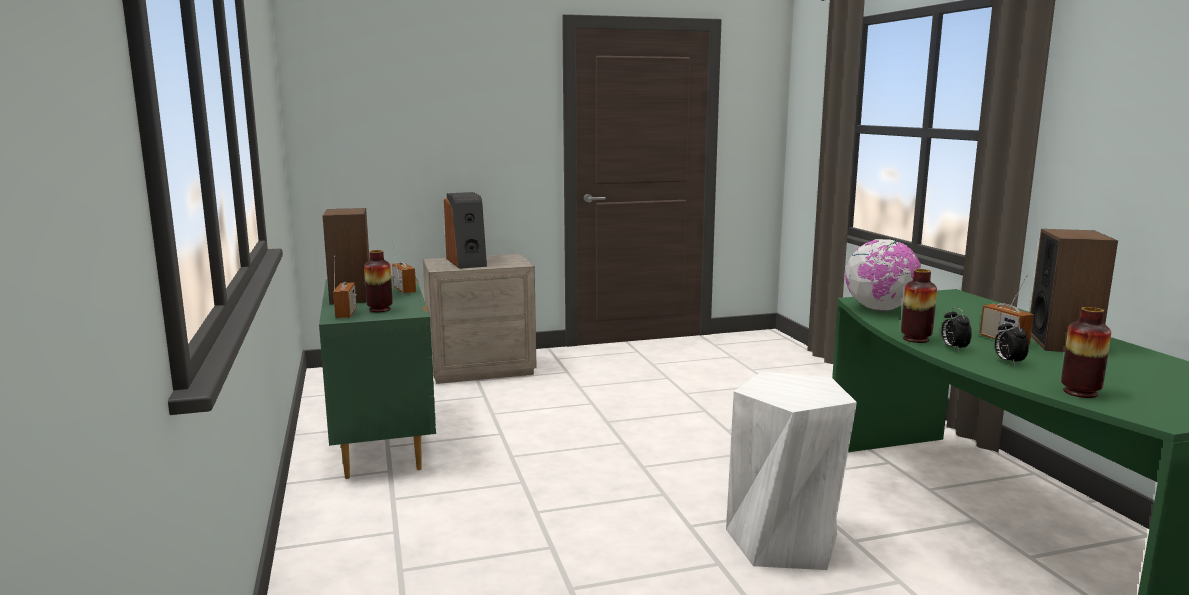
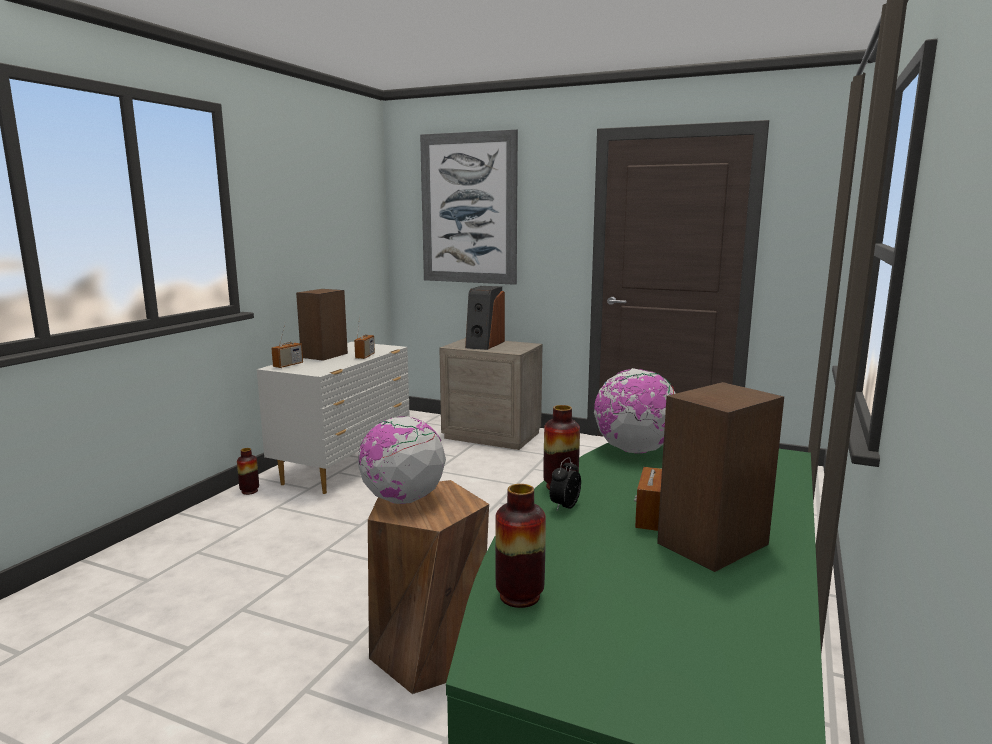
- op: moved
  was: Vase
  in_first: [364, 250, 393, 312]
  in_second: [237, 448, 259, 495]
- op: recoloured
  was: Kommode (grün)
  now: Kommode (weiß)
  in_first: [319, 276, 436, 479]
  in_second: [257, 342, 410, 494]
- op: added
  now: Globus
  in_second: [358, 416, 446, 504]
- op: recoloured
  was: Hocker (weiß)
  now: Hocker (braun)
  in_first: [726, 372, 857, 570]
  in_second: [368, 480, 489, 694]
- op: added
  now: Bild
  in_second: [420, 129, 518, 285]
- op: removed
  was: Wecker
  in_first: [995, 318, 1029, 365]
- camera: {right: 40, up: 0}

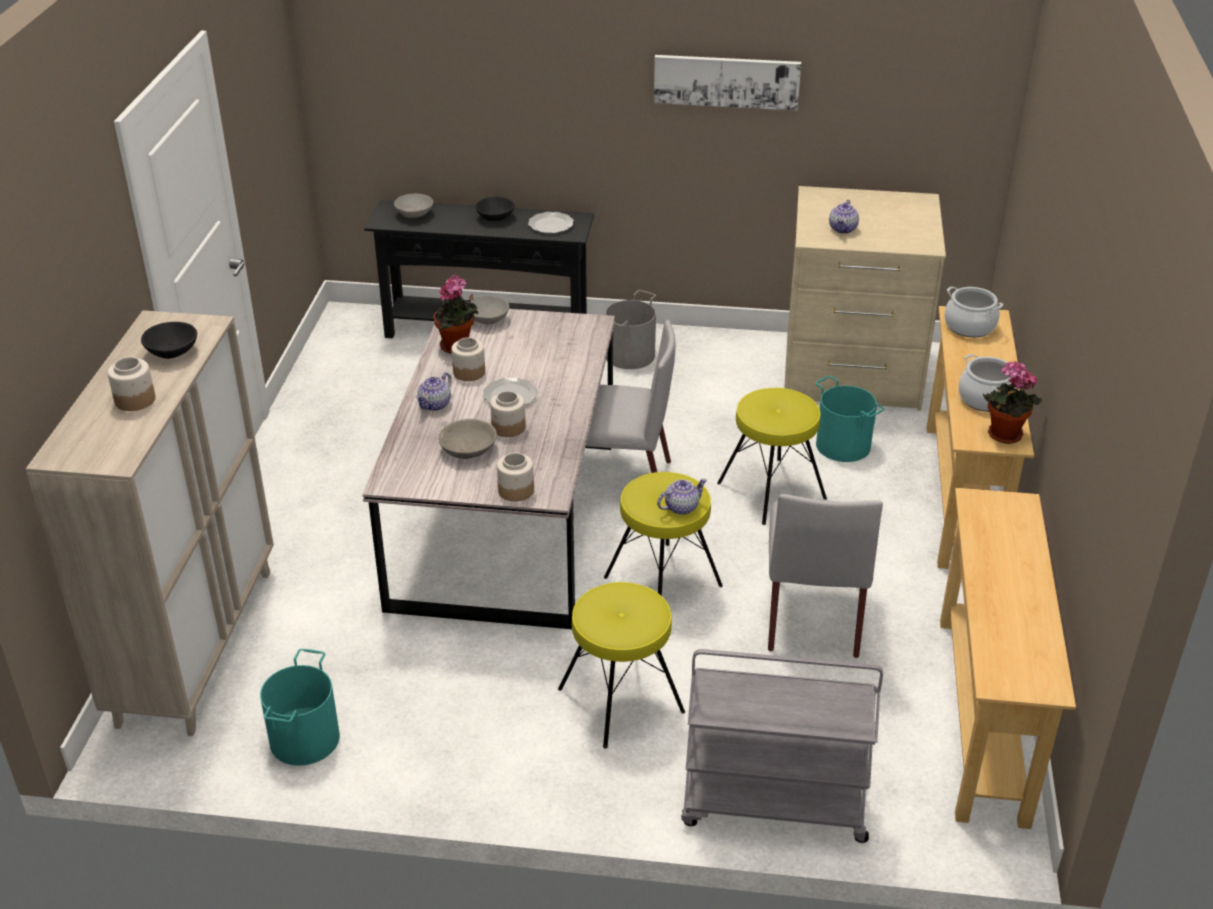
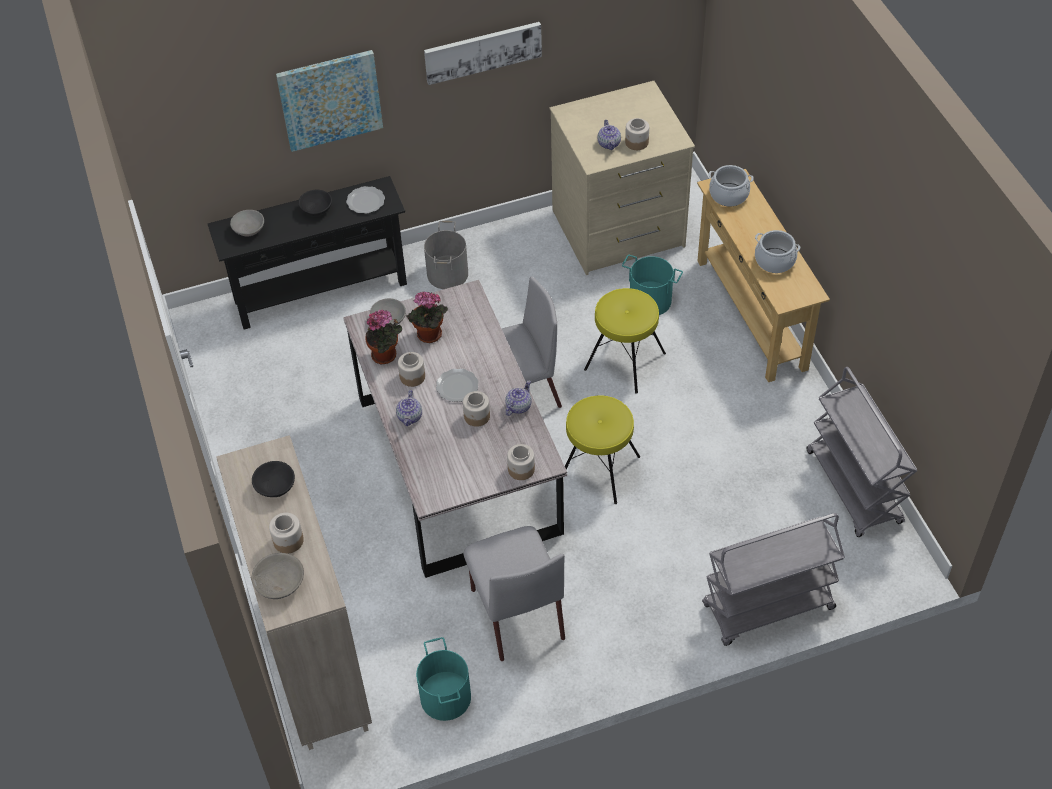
- op: moved
  was: Schüssel (grau)
  in_first: [439, 419, 497, 459]
  in_second: [251, 553, 304, 599]
- op: added
  now: Bild
  in_second: [276, 50, 383, 152]
- op: moved
  was: Topfpflanze
  in_first: [983, 361, 1042, 444]
  in_second: [406, 291, 448, 343]
- op: moved
  was: Stuhl (grau)
  in_first: [768, 494, 883, 658]
  in_second: [463, 526, 565, 661]
- op: moved
  was: Teekanne
  in_first: [657, 478, 707, 515]
  in_second: [505, 381, 532, 416]
- op: added
  now: Vorratsglas
  in_second: [625, 118, 649, 150]
- op: replaced
  was: Konsolentisch (beige)
  now: Rollwagen (grau)
  in_first: [940, 488, 1076, 829]
  in_second: [806, 367, 917, 537]
- op: removed
  was: Hocker (gelb)
  in_first: [558, 582, 685, 748]
- camera: {right: -25, up: 15}

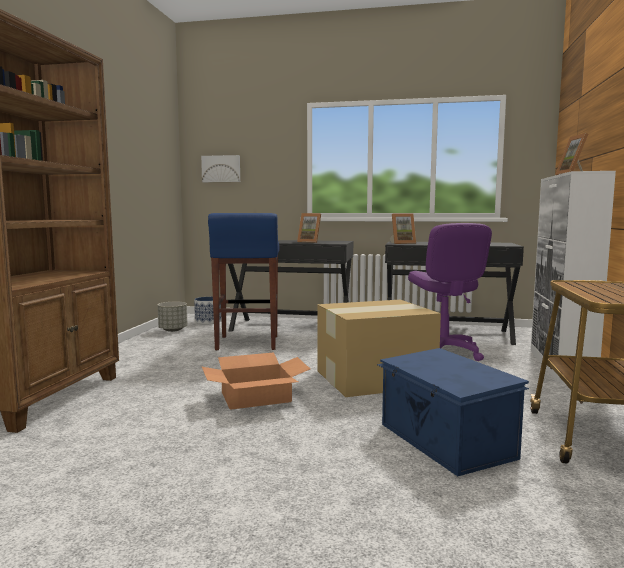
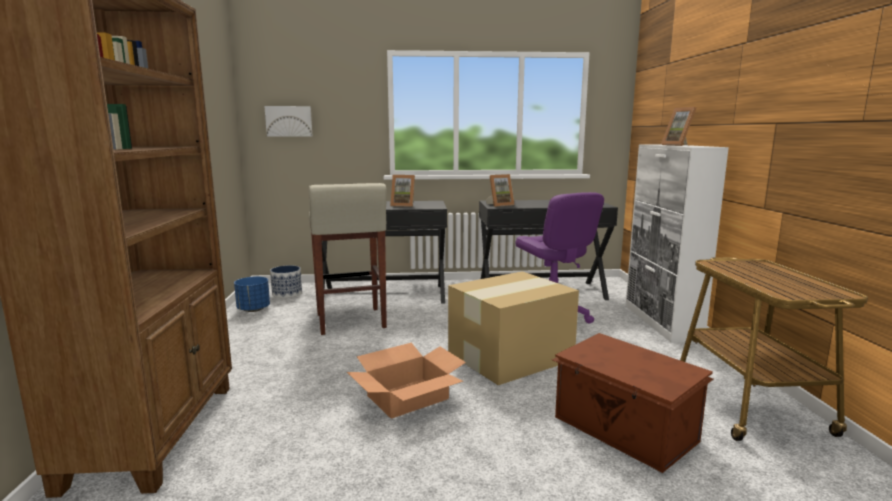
- op: recoloured
  was: Pflanzkübel (grau)
  now: Pflanzkübel (blau)
  in_first: [158, 302, 188, 332]
  in_second: [234, 277, 270, 312]
- op: recoloured
  was: Hocker (blau)
  now: Hocker (beige)
  in_first: [208, 213, 280, 350]
  in_second: [309, 183, 387, 335]
- op: recoloured
  was: Aufbewahrungsbox (blau)
  now: Aufbewahrungsbox (braun)
  in_first: [377, 348, 529, 476]
  in_second: [552, 333, 713, 473]
- camera: {right: -15, up: 5}

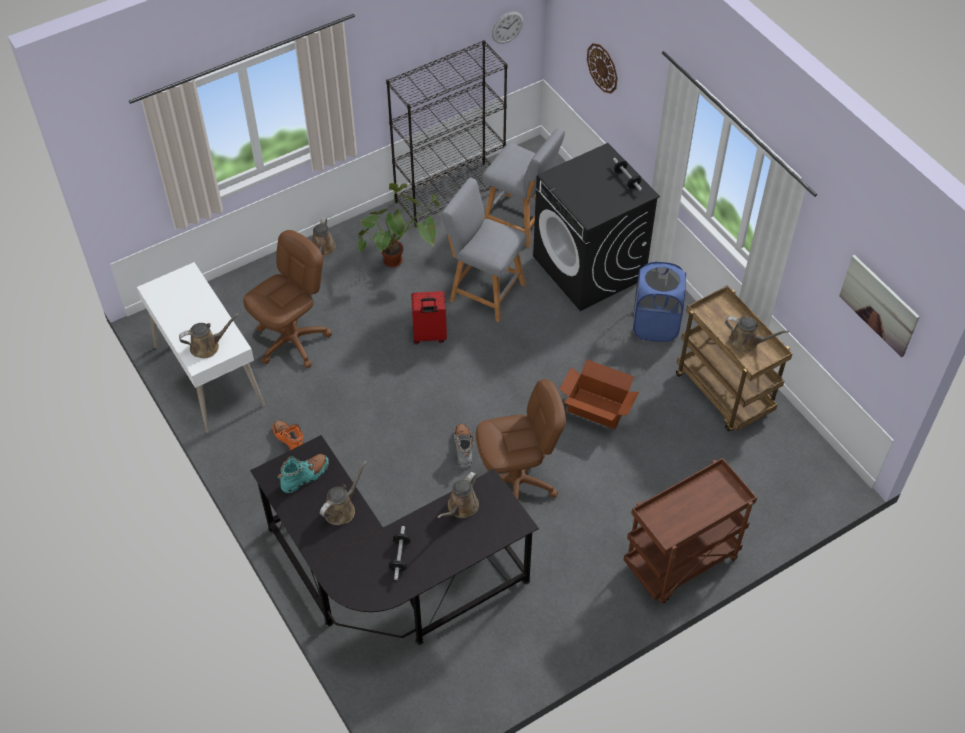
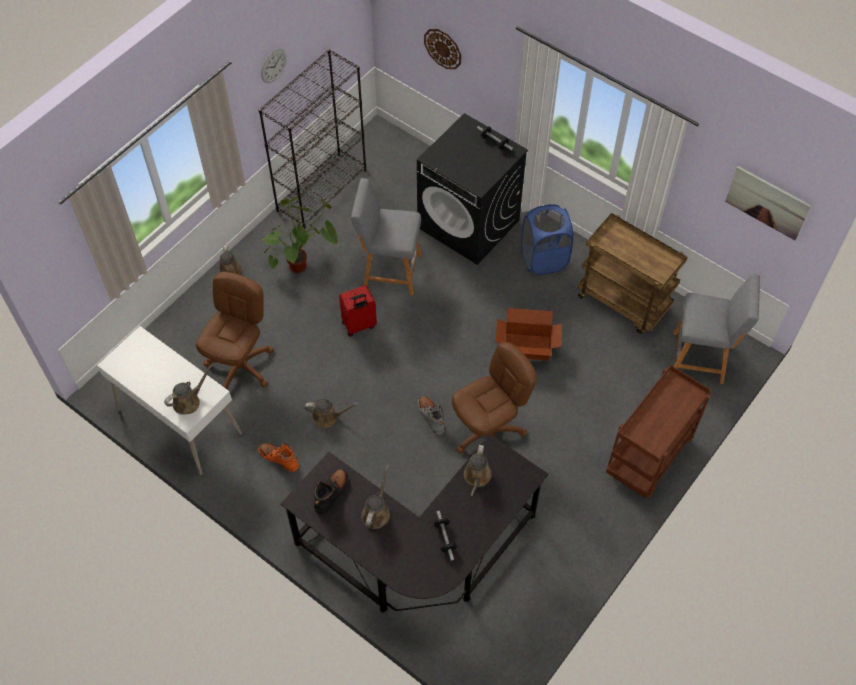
- op: moved
  was: Wanduhr
  in_first: [492, 11, 523, 44]
  in_second: [261, 49, 286, 83]
- op: moved
  was: Gießkanne (braun)
  in_first: [725, 316, 789, 353]
  in_second: [304, 399, 358, 428]
- op: recoloured
  was: Stiefel (türkis)
  now: Stiefel (schwarz)
  in_first: [277, 454, 329, 493]
  in_second: [314, 469, 348, 514]
- op: moved
  was: Hocker (grau)
  in_first: [483, 128, 565, 248]
  in_second: [673, 275, 760, 384]
- camera: {right: -20, up: 5}

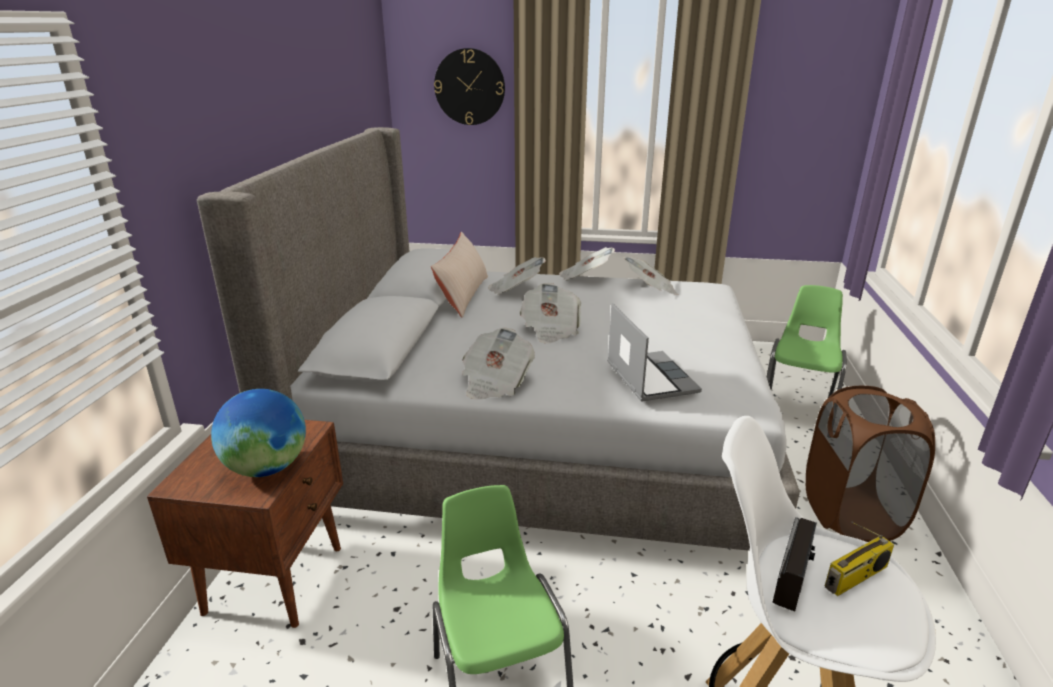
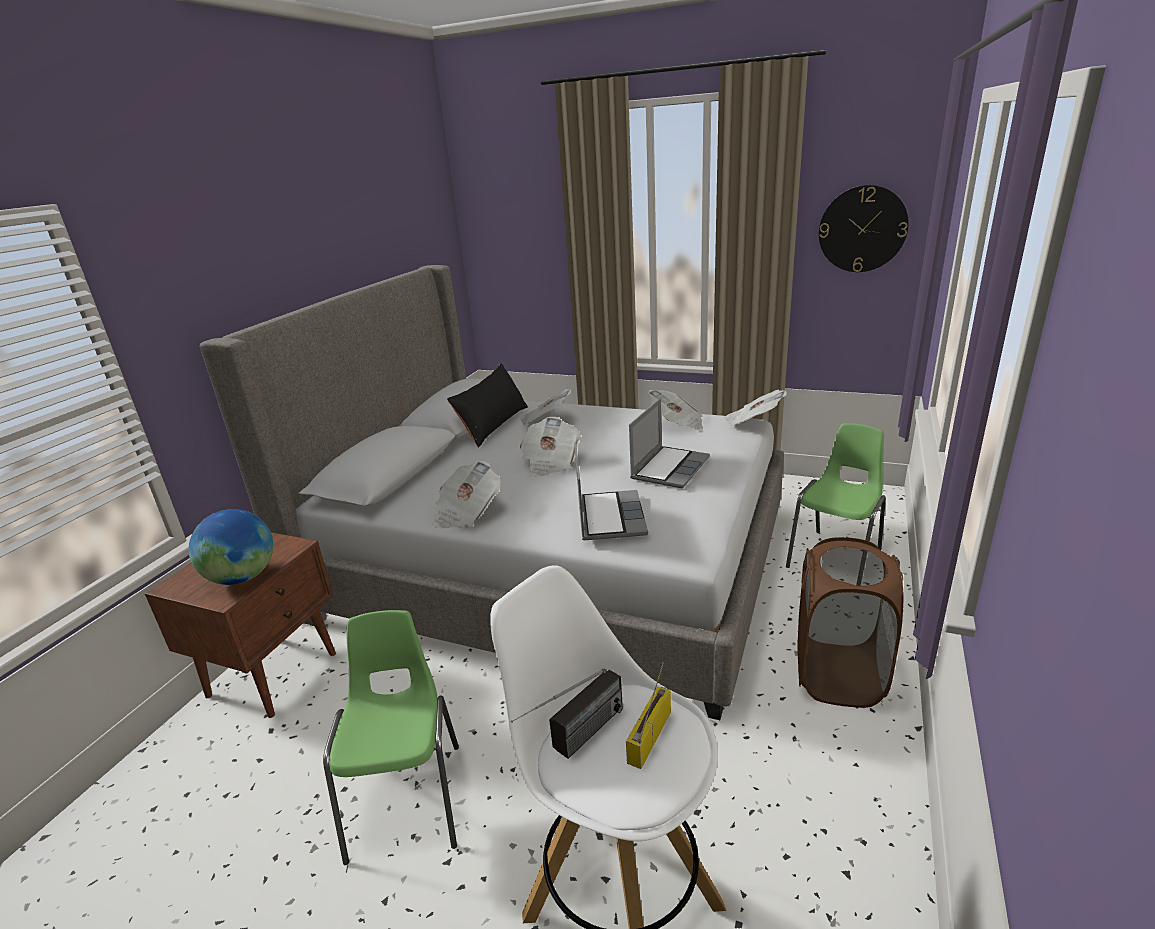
- op: recoloured
  was: Kissen (beige)
  now: Kissen (schwarz)
  in_first: [431, 232, 488, 318]
  in_second: [447, 364, 528, 448]
- op: turned
  was: Radio
  in_first: [825, 521, 894, 596]
  in_second: [626, 662, 671, 769]
  clockwise: 135
- op: added
  now: Laptop
  in_second: [629, 398, 710, 489]
- op: moved
  was: Zeitung
  in_first: [559, 247, 615, 281]
  in_second: [725, 390, 787, 426]
- op: moved
  was: Wanduhr
  in_first: [434, 48, 505, 125]
  in_second: [819, 185, 909, 272]
- camera: {right: 15, up: 0}

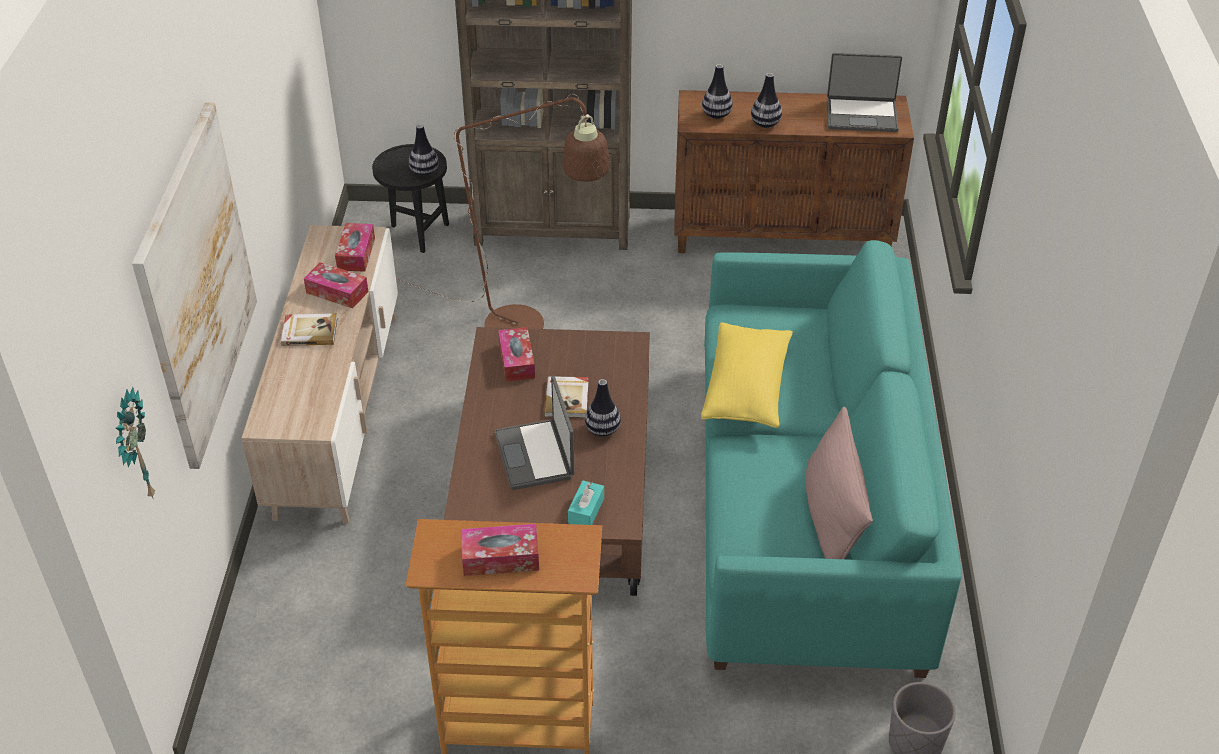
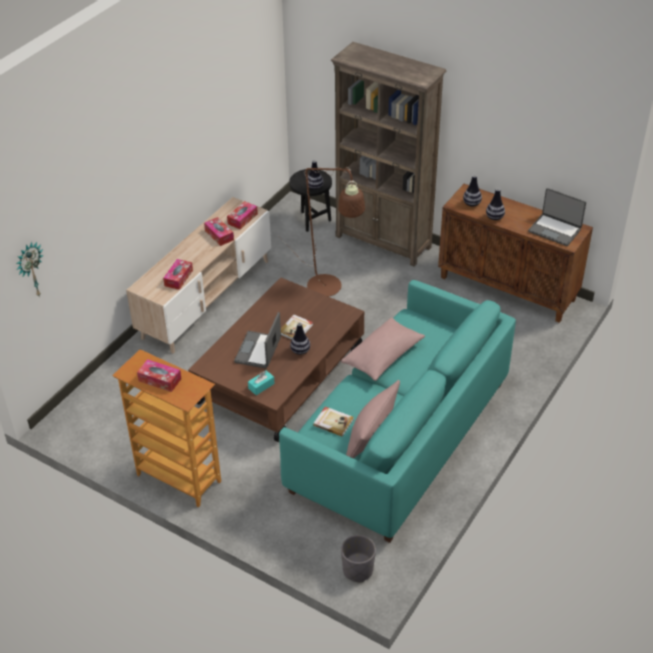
- op: moved
  was: Taschentuchbox
  in_first: [499, 327, 535, 382]
  in_second: [163, 259, 193, 290]
- op: moved
  was: Buch
  in_first: [281, 313, 338, 346]
  in_second: [313, 407, 354, 437]
- op: recoloured
  was: Kissen (gelb)
  now: Kissen (rosa)
  in_first: [701, 322, 793, 428]
  in_second: [341, 318, 425, 381]
- op: removed
  was: Bild
  in_first: [132, 102, 257, 469]
- camera: {right: 30, up: 0}

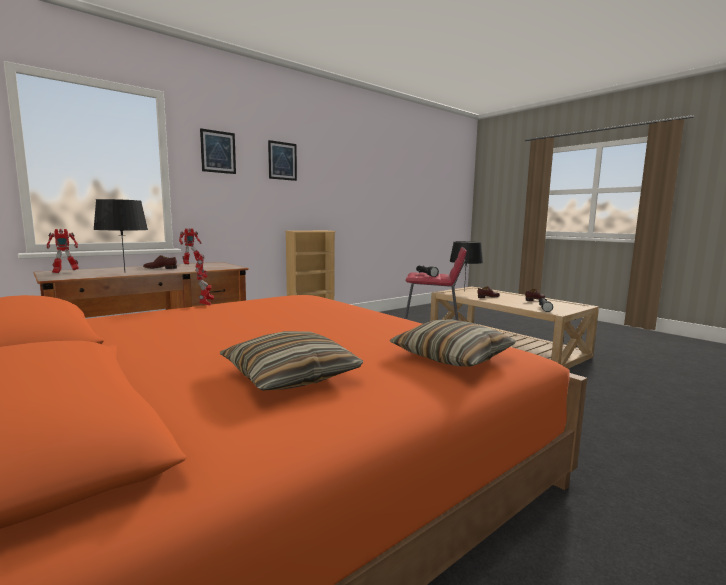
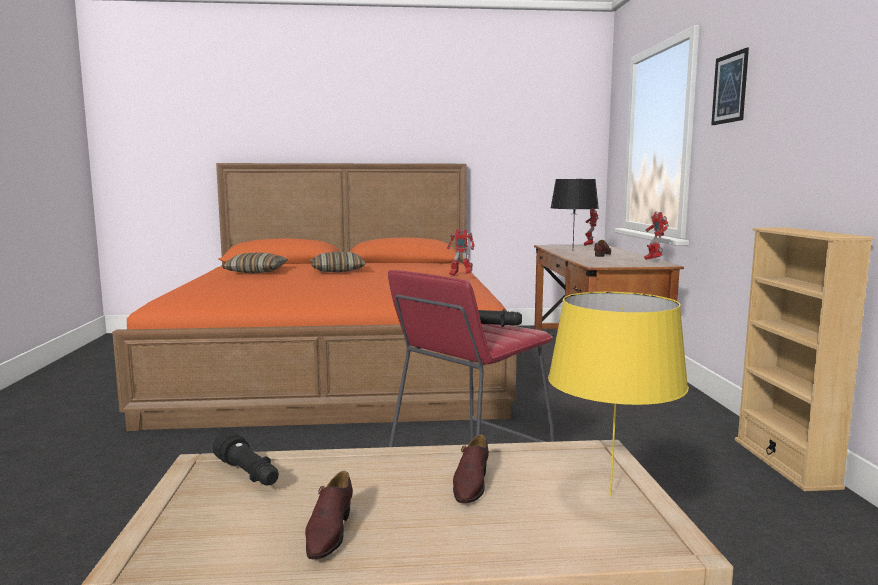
- op: moved
  was: Kissen
  in_first: [390, 319, 516, 366]
  in_second: [310, 252, 366, 272]
- op: recoloured
  was: Tischlampe (schwarz)
  now: Tischlampe (gelb)
  in_first: [450, 241, 483, 291]
  in_second: [548, 292, 689, 496]
- op: removed
  was: Bild
  in_first: [268, 140, 297, 181]
- camera: {right: 125, up: 0}

